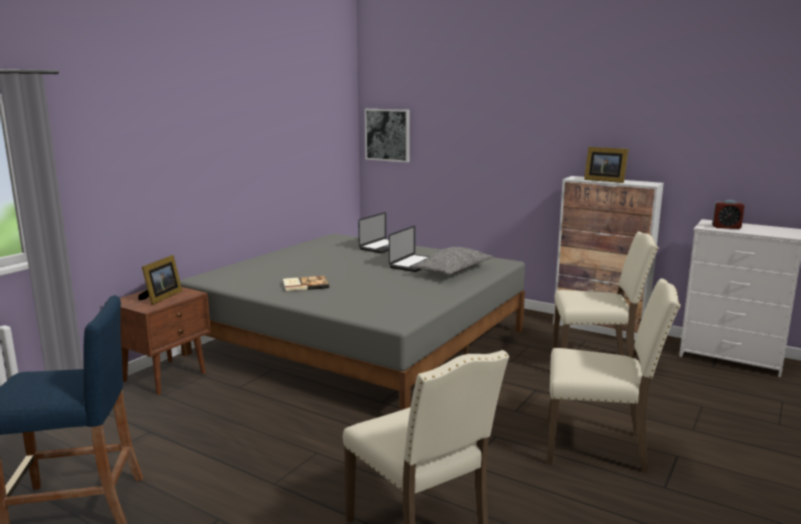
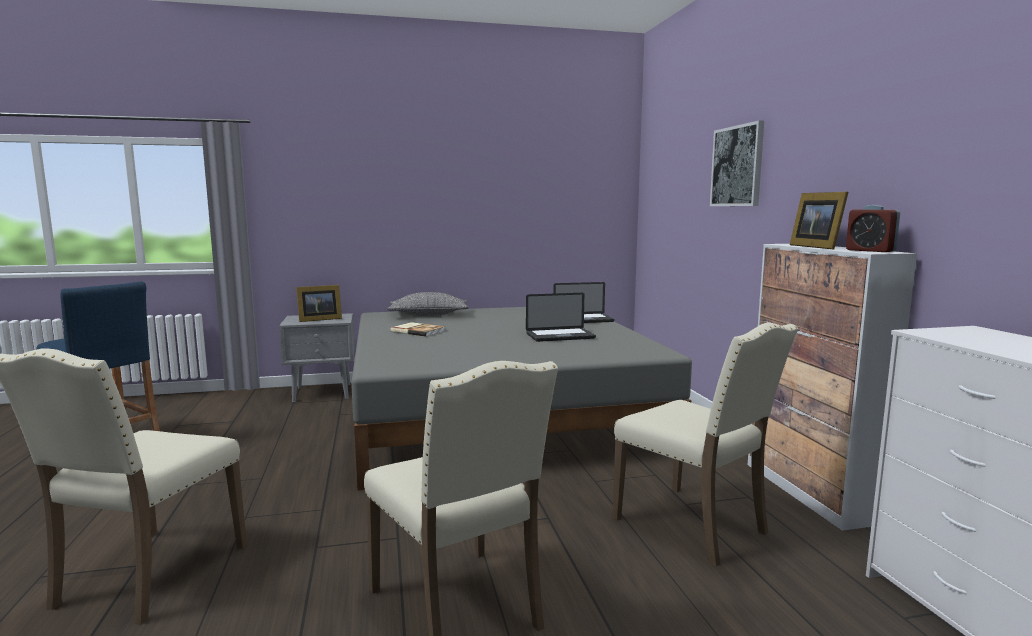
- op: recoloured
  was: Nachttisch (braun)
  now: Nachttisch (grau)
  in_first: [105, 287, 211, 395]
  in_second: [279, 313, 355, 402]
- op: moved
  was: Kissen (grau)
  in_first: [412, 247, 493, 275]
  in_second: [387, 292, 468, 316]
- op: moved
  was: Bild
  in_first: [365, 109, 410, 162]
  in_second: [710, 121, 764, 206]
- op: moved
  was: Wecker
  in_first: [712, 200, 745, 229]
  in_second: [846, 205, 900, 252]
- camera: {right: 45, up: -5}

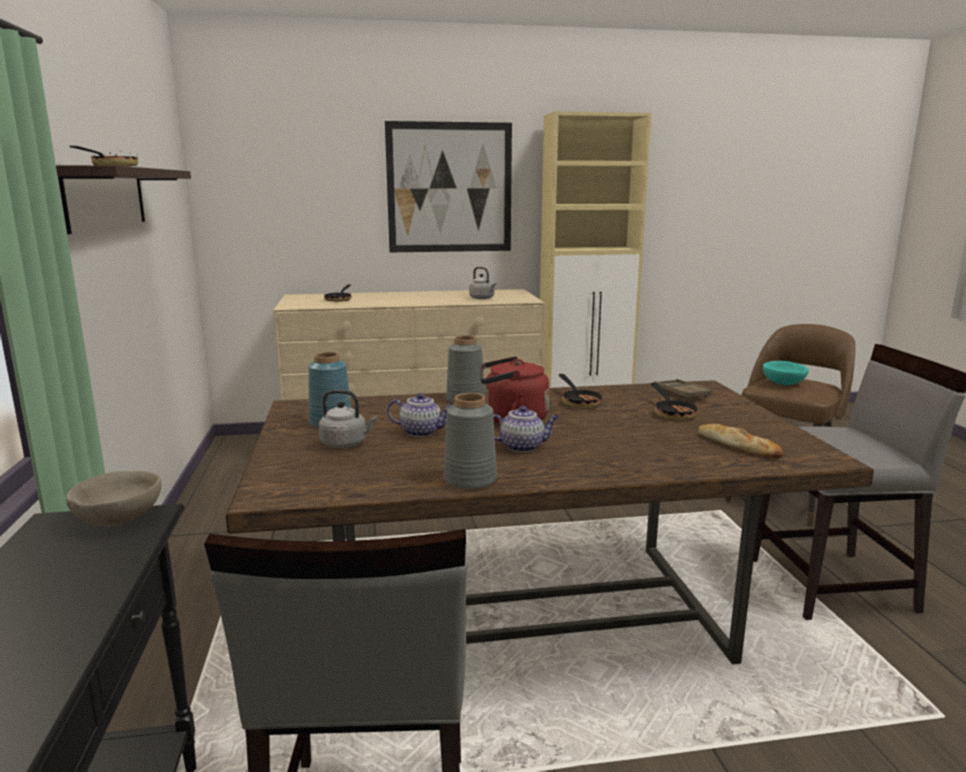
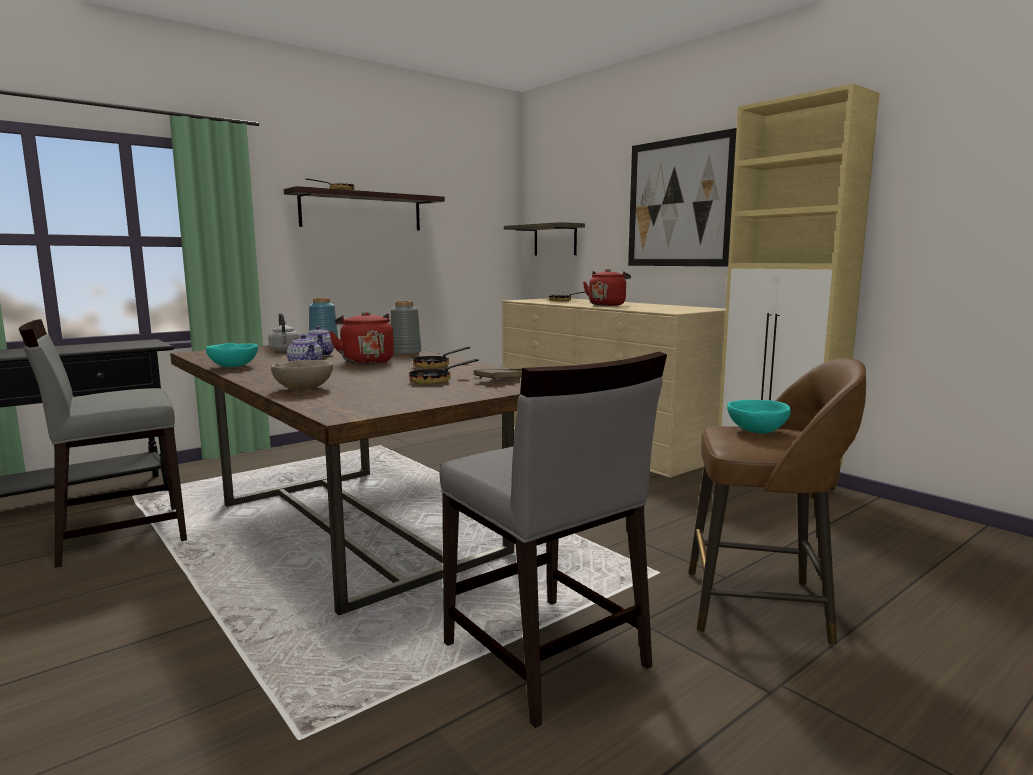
- op: replaced
  was: Vase (grau)
  now: Schüssel (türkis)
  in_first: [444, 393, 497, 489]
  in_second: [206, 343, 258, 367]
- op: moved
  was: Schüssel (beige)
  in_first: [66, 471, 161, 527]
  in_second: [271, 360, 333, 390]
- op: added
  now: Wandregal
  in_second: [504, 222, 585, 256]
- op: added
  now: Wasserkessel (rot)
  in_second: [583, 269, 631, 306]
- op: removed
  was: Wasserkessel (grau)
  in_first: [469, 267, 496, 299]
- op: removed
  was: Brot
  in_first: [698, 424, 783, 458]
- camera: {right: 60, up: -5}

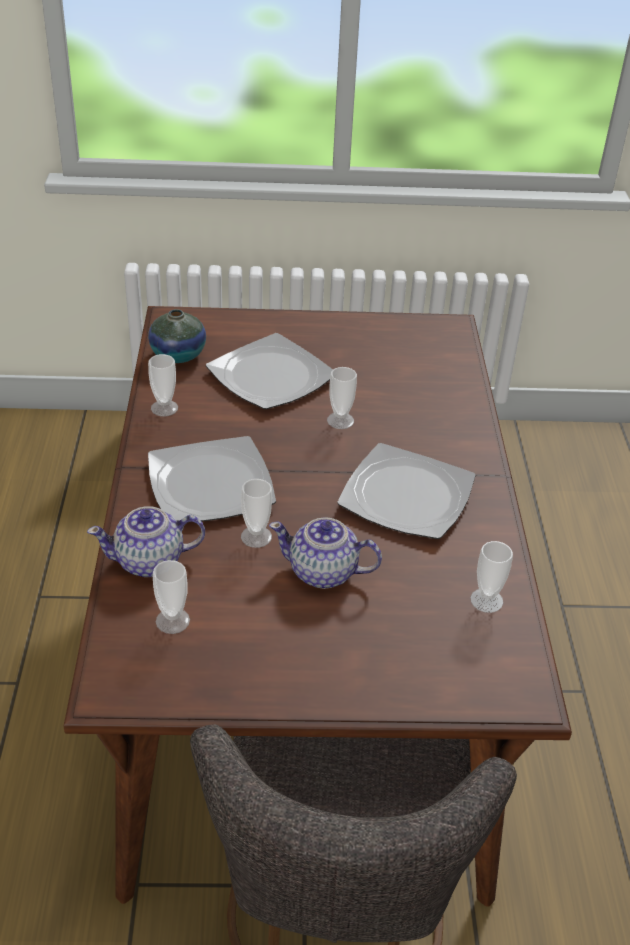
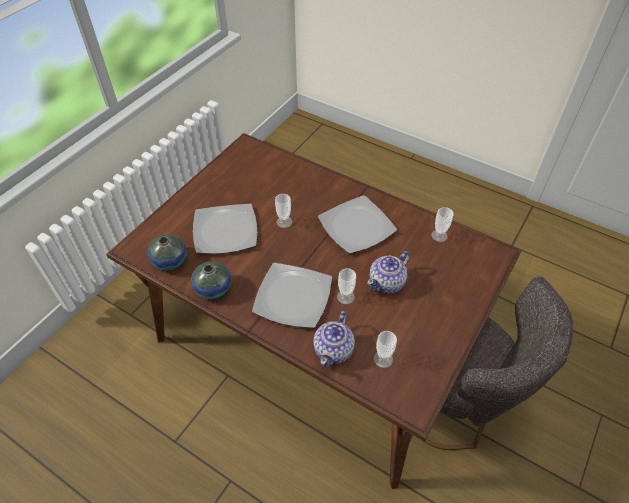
- op: replaced
  was: Tasse
  now: Vase
  in_first: [148, 354, 178, 416]
  in_second: [191, 261, 231, 299]
- camera: {right: -55, up: 10}

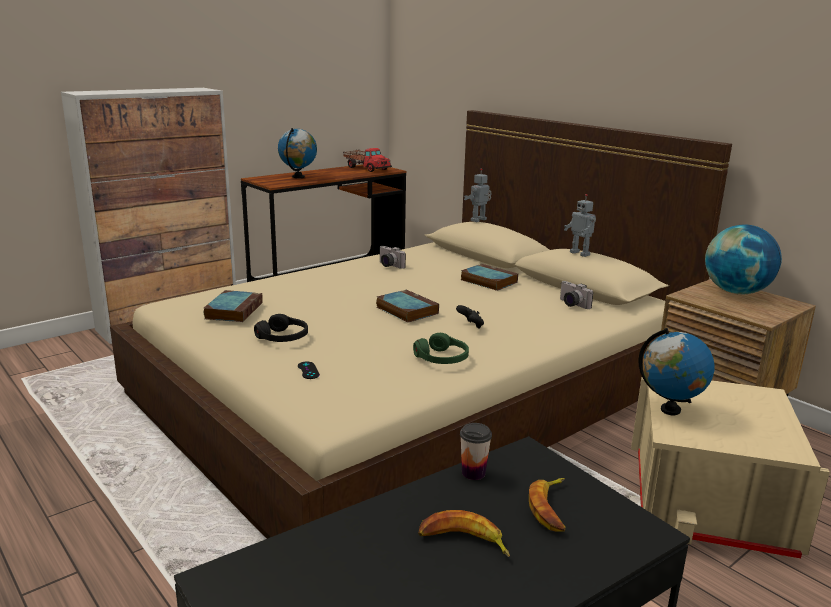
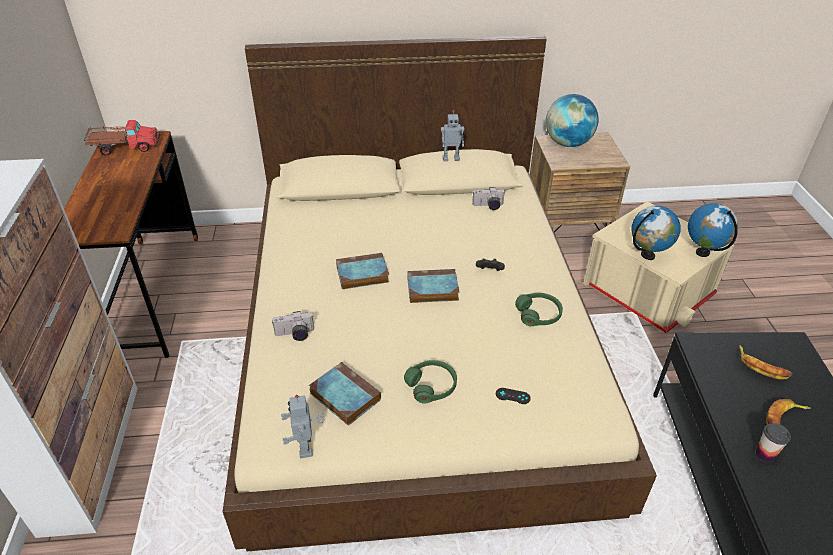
- op: moved
  was: Kamera
  in_first: [379, 246, 406, 269]
  in_second: [272, 311, 314, 341]
- op: moved
  was: Spielzeugroboter
  in_first: [464, 168, 492, 222]
  in_second: [281, 395, 324, 458]
- op: moved
  was: Buch
  in_first: [461, 264, 518, 291]
  in_second: [336, 253, 389, 289]
- op: recoloured
  was: Kopfhörer (schwarz)
  now: Kopfhörer (grün)
  in_first: [254, 314, 308, 342]
  in_second: [404, 360, 457, 404]
- op: moved
  was: Globus
  in_first: [278, 128, 317, 178]
  in_second: [688, 203, 738, 257]
- op: moved
  was: Tasse
  in_first: [460, 423, 492, 480]
  in_second: [756, 423, 791, 462]
- camera: {right: -55, up: 20}

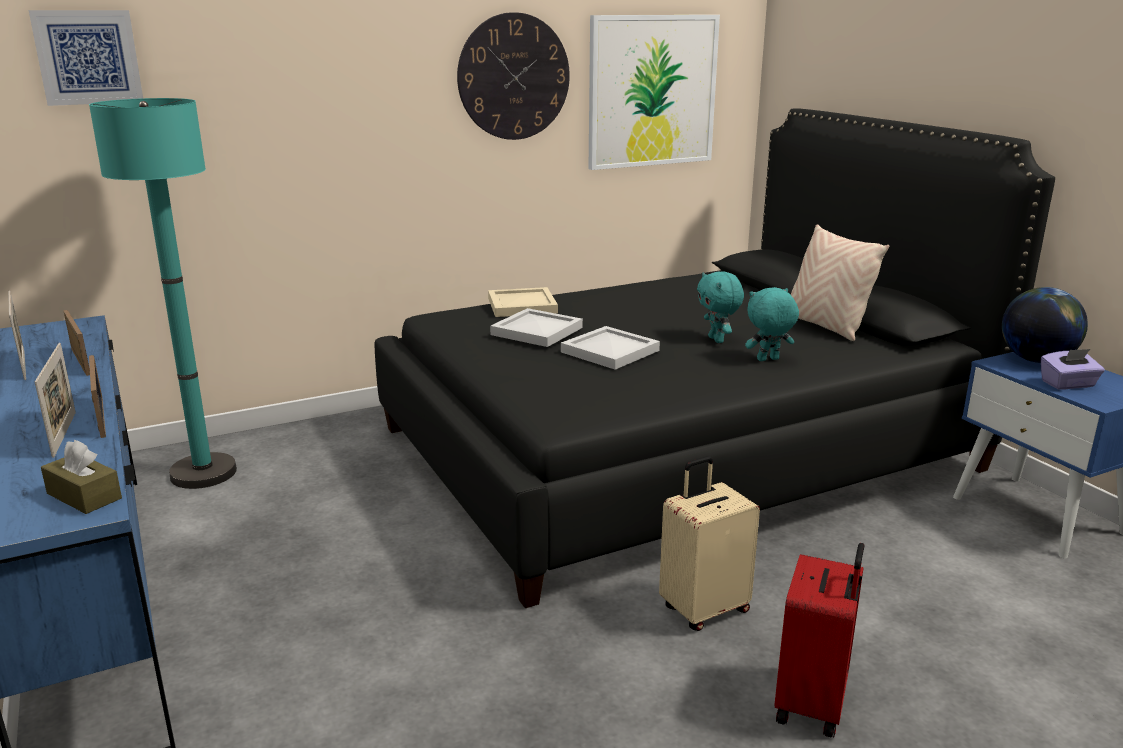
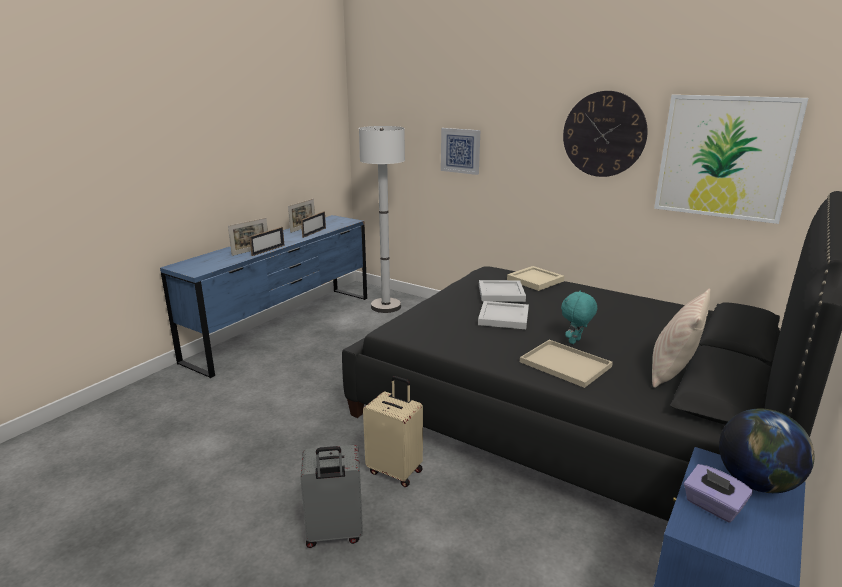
- op: recoloured
  was: Koffer (rot)
  now: Koffer (grau)
  in_first: [774, 543, 865, 737]
  in_second: [300, 445, 363, 548]
- op: recoloured
  was: Stehlampe (türkis)
  now: Stehlampe (weiß)
  in_first: [89, 98, 237, 489]
  in_second: [359, 126, 405, 313]
- op: moved
  was: Bild
  in_first: [29, 10, 143, 106]
  in_second: [441, 128, 480, 175]
- op: replaced
  was: Plüschtier (türkis)
  now: Tablett (beige)
  in_first: [745, 287, 799, 361]
  in_second: [520, 340, 613, 388]
- op: removed
  was: Taschentuchbox (braun)
  in_first: [41, 440, 122, 514]
- camera: {right: 60, up: 0}

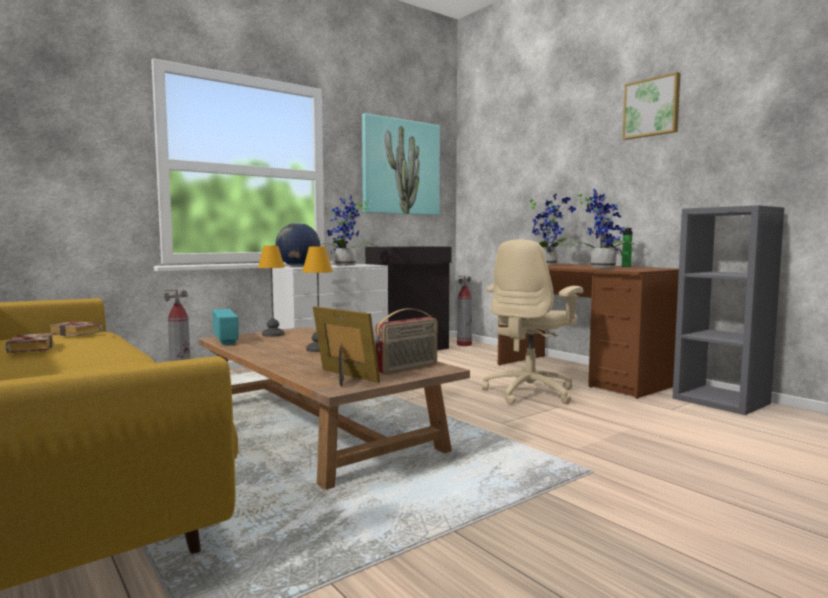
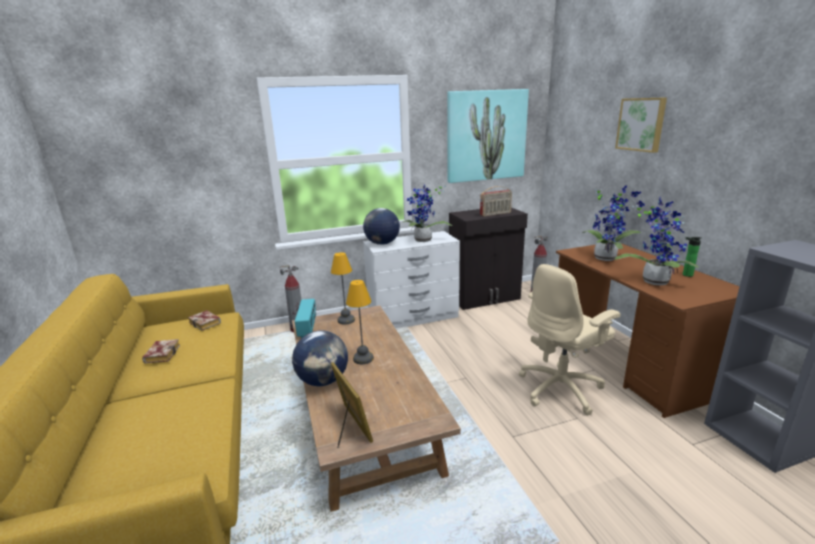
- op: added
  now: Globus
  in_second: [292, 331, 348, 386]
- op: moved
  was: Radio
  in_first: [375, 308, 437, 374]
  in_second: [480, 186, 512, 217]
- op: moved
  was: Bild
  in_first: [622, 72, 681, 140]
  in_second: [615, 97, 667, 153]
- camera: {right: 20, up: 15}

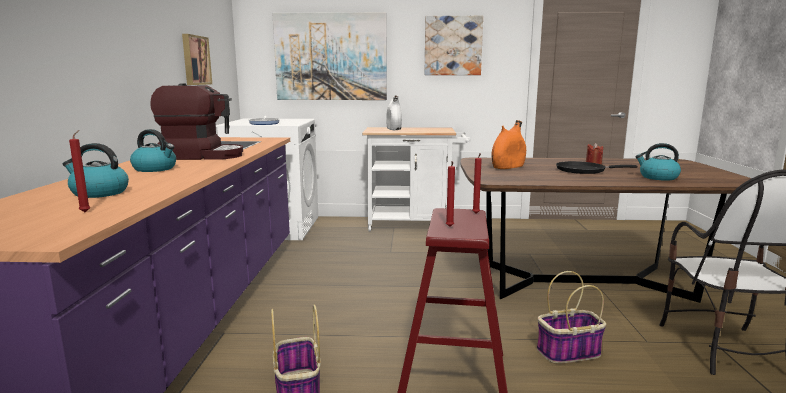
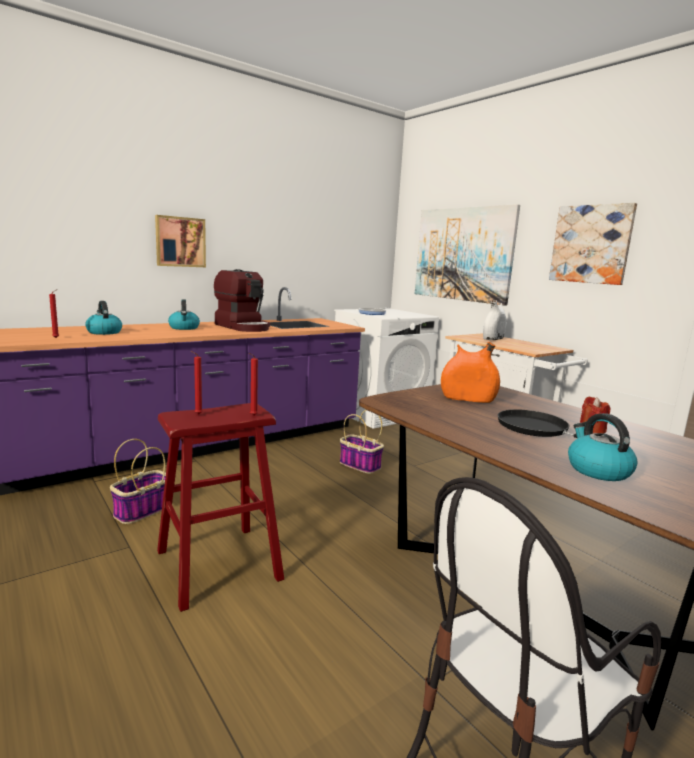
- op: moved
  was: Bild
  in_first: [182, 34, 212, 85]
  in_second: [155, 215, 206, 267]
- op: moved
  was: Korb
  in_first: [537, 271, 606, 364]
  in_second: [340, 410, 384, 474]
- camera: {right: 50, up: 0}

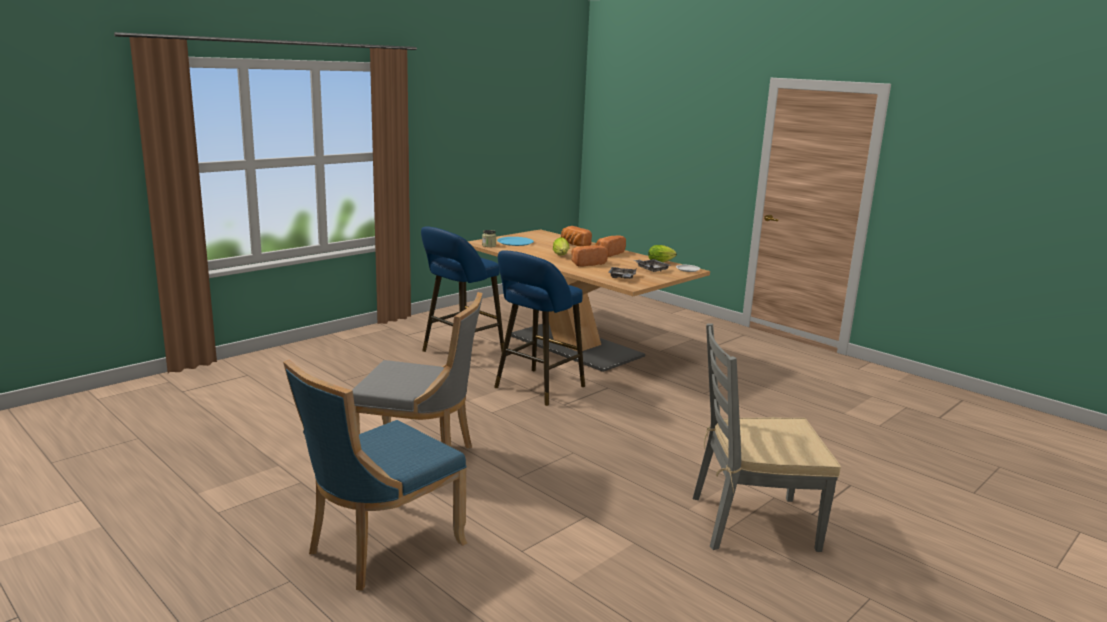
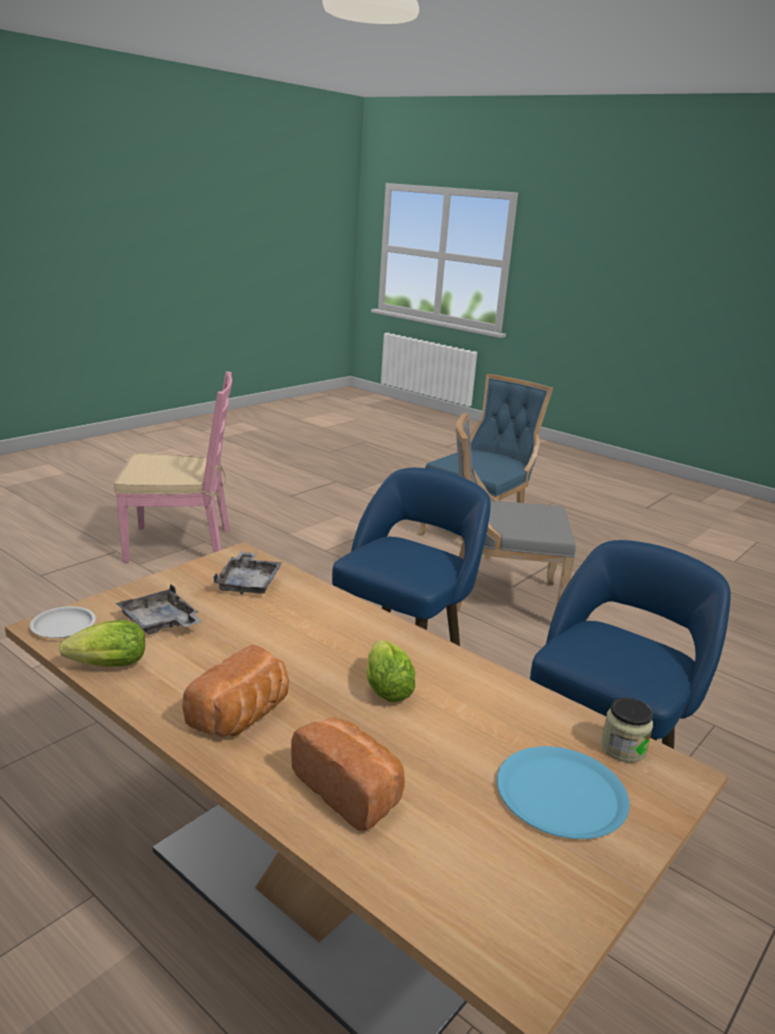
- op: recoloured
  was: Stuhl (grau)
  now: Stuhl (rosa)
  in_first: [693, 323, 841, 552]
  in_second: [114, 371, 232, 563]
- op: removed
  was: Brot
  in_first: [571, 245, 608, 267]
- camera: {right: 175, up: 5}

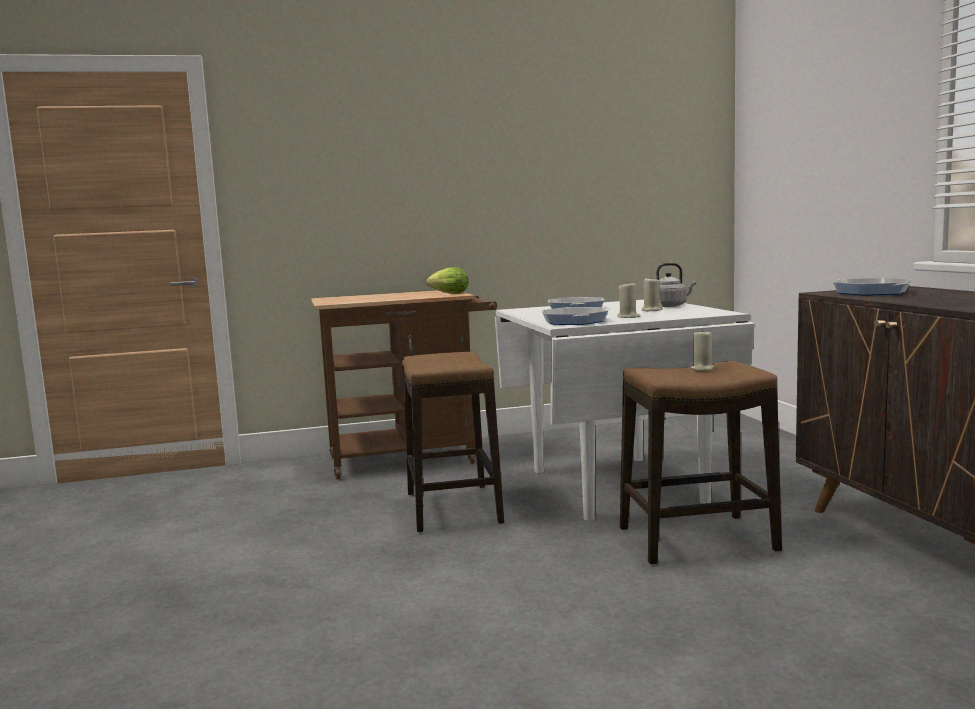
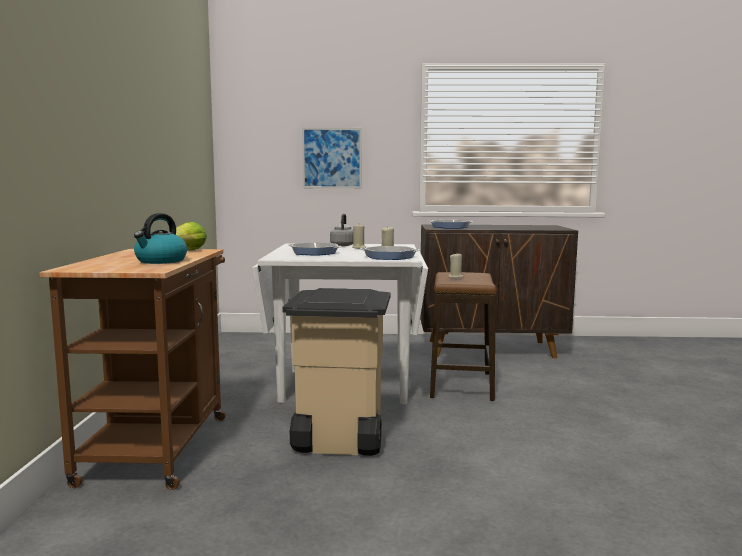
- op: added
  now: Wasserkessel
  in_second: [134, 213, 187, 264]
- op: replaced
  was: Hocker
  now: Mülleimer (beige)
  in_first: [402, 352, 504, 533]
  in_second: [282, 288, 390, 456]
- op: added
  now: Bild
  in_second: [302, 128, 362, 188]
- camera: {right: -75, up: 0}

